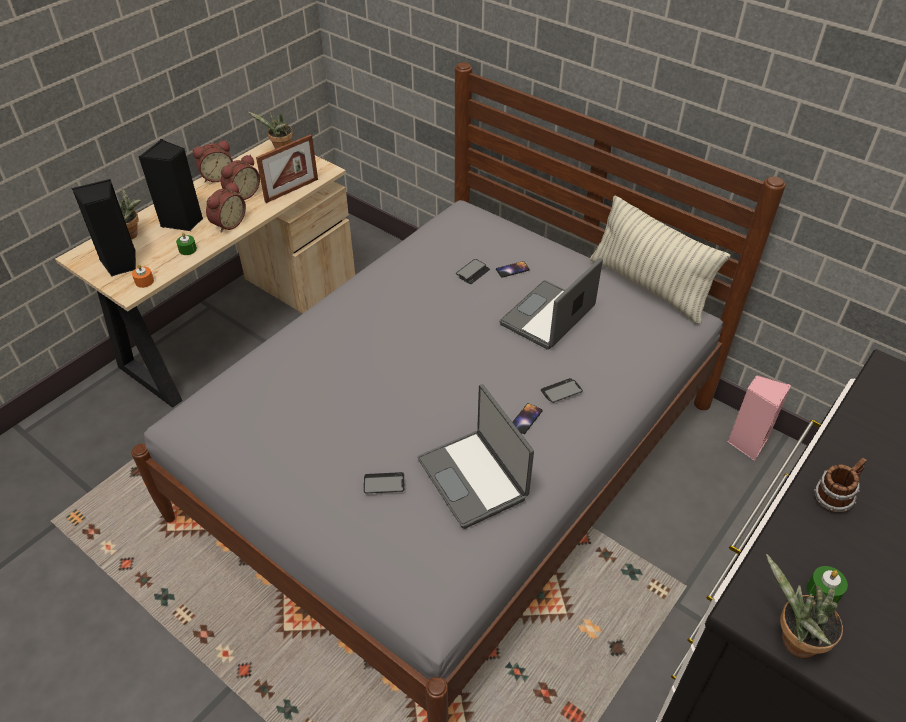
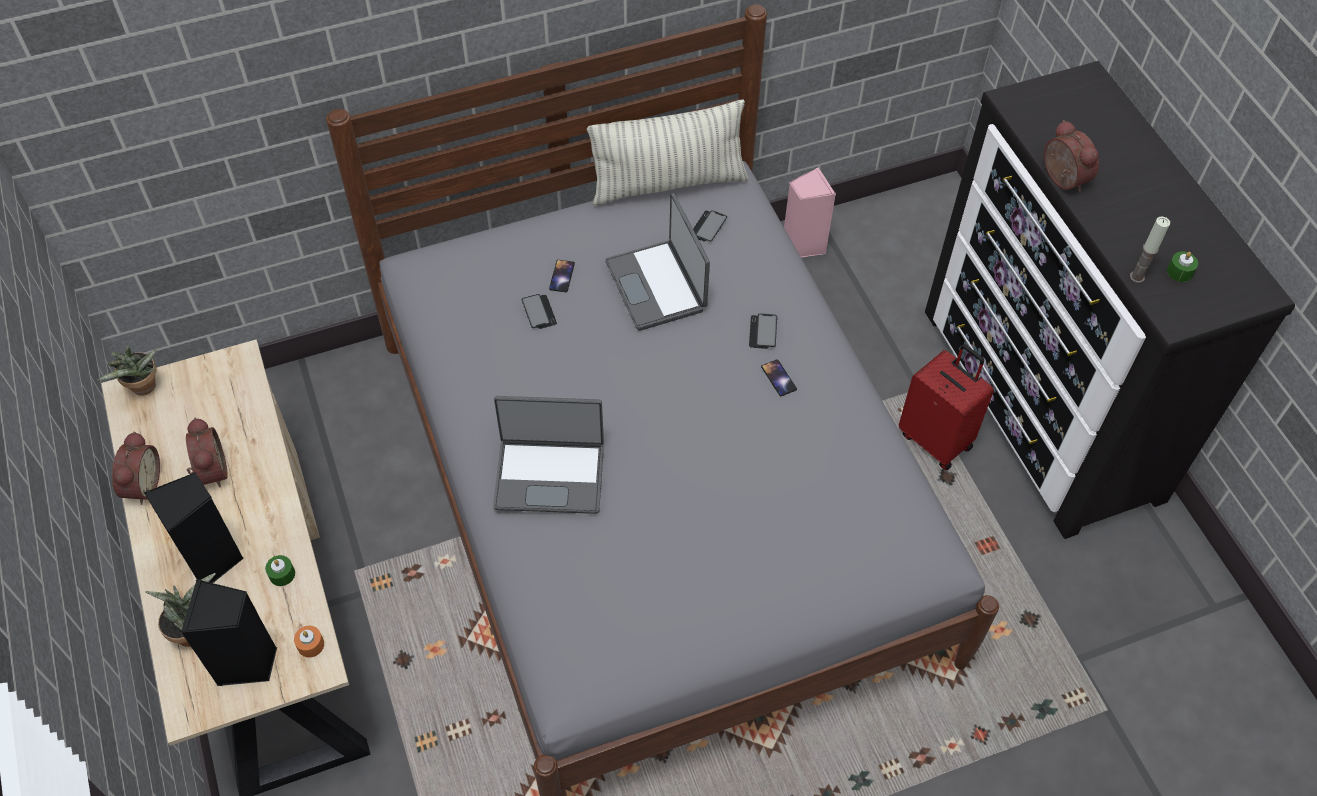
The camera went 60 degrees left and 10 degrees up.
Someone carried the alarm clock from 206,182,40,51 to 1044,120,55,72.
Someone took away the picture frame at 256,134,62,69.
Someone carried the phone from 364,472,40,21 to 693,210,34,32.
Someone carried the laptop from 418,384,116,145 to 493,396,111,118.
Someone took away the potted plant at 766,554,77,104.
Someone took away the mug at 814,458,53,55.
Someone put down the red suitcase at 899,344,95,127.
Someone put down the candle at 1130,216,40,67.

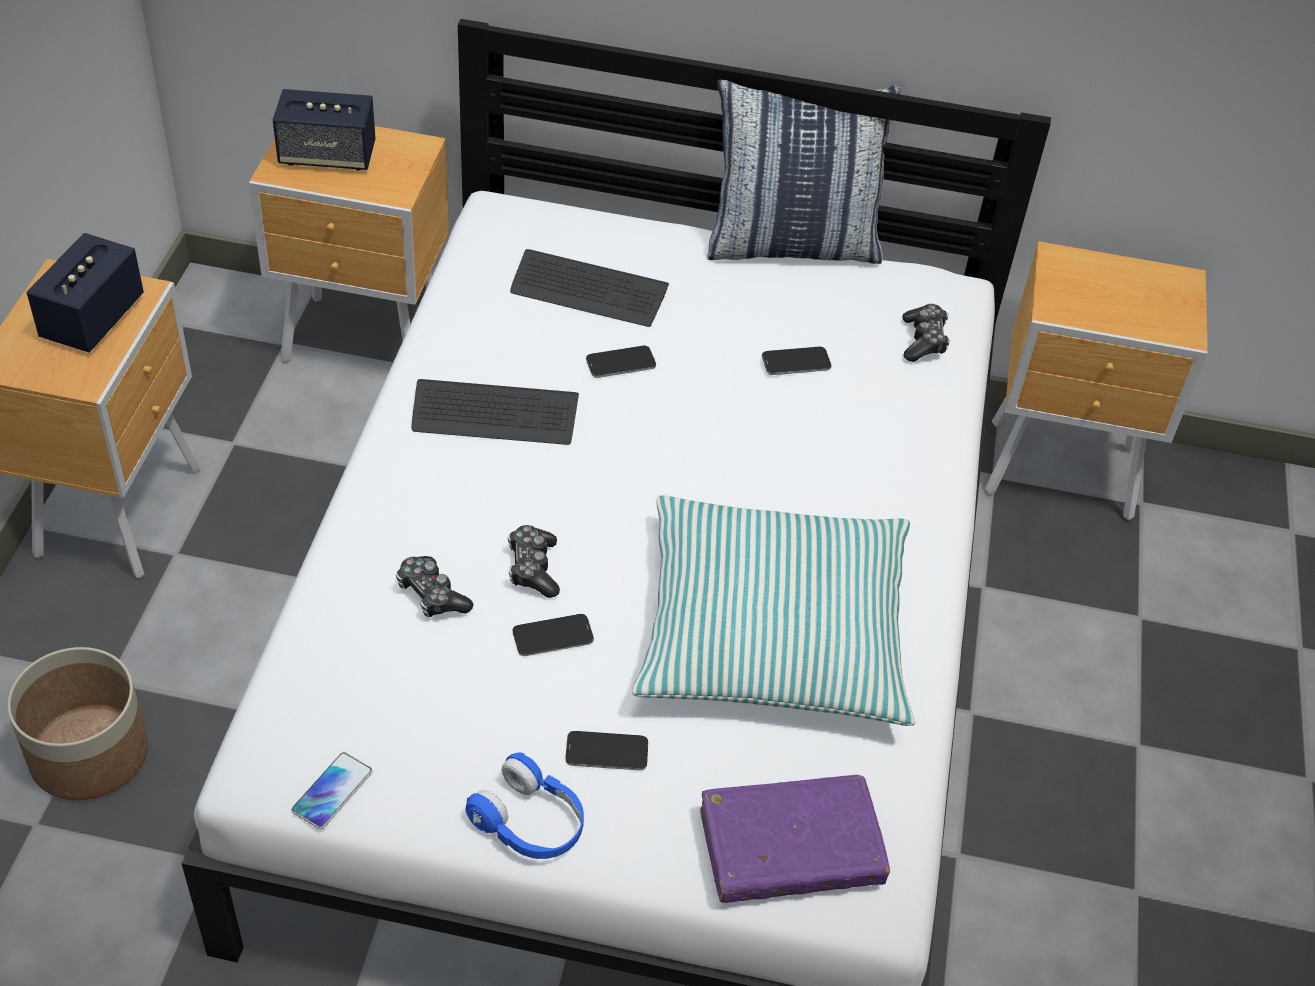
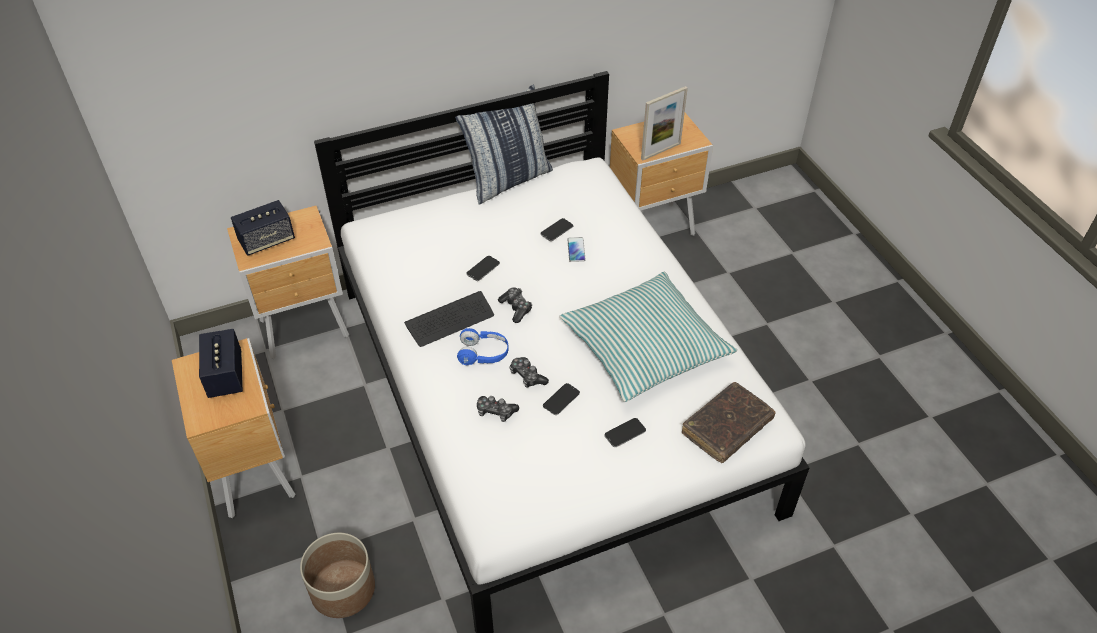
The camera went 30 degrees left and 0 degrees up.
Someone carried the phone from 291,752,82,77 to 567,237,19,25.
Someone carried the blue headphones from 466,752,118,107 to 457,328,51,37.
Someone took away the keyboard at 510,249,159,78.
Someone repainted the purple book at 700,775,190,128, which became the brown book at 682,382,94,81.
Someone carried the game controller from 902,304,48,58 to 498,287,34,36.
Someone put down the picture frame at 641,86,47,74.

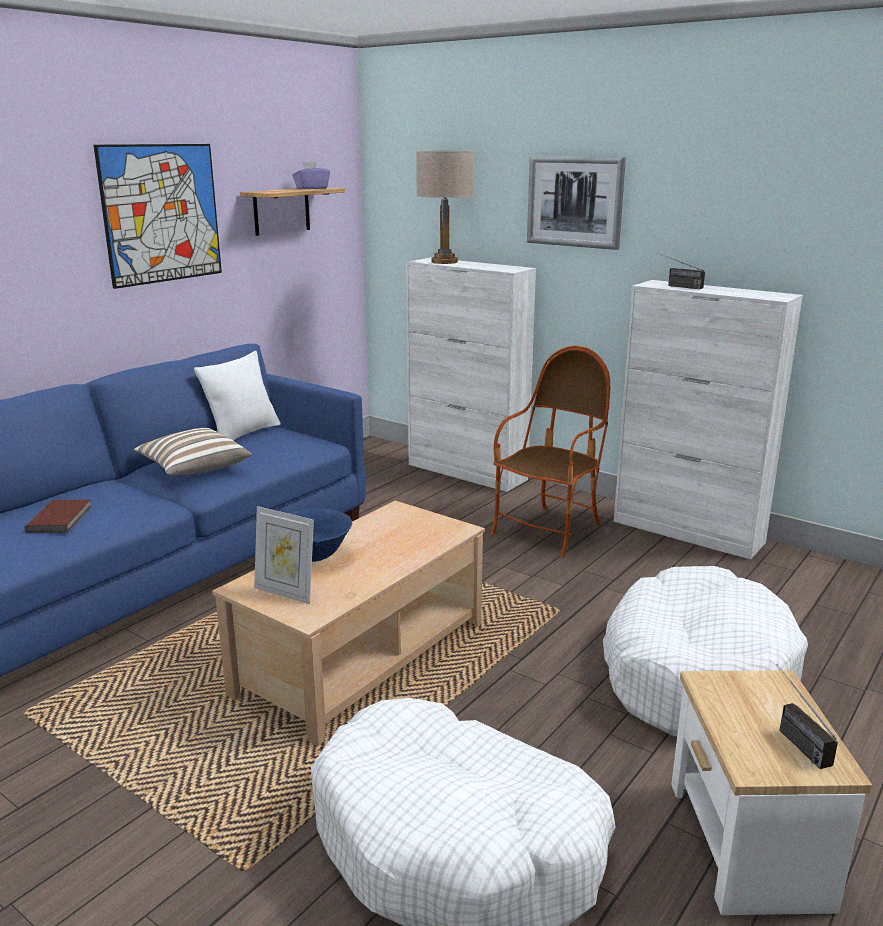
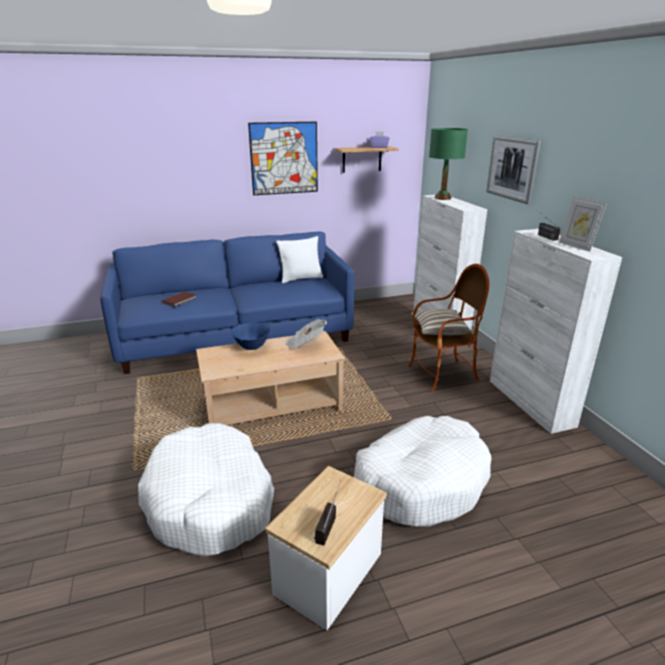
The camera went 35 degrees right and 5 degrees up.
Someone carried the pillow from 134,428,118,47 to 411,309,61,27.
Someone carried the picture frame from 254,506,60,98 to 559,196,48,56.
Someone repainted the beige table lamp at 416,151,57,113, which became the green table lamp at 429,128,39,72.
Someone put down the newspaper at 284,319,43,31.

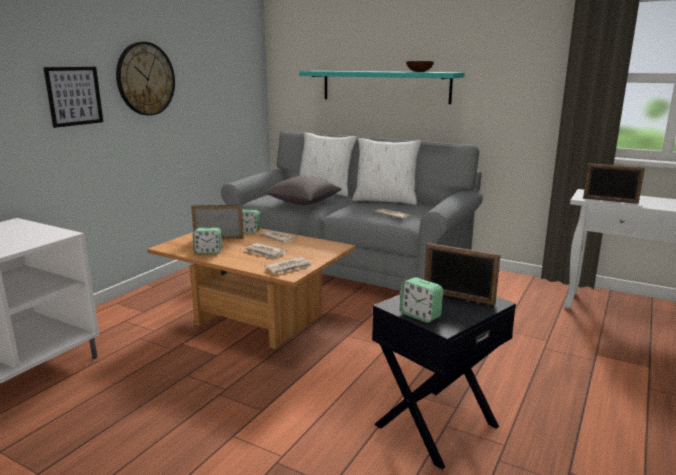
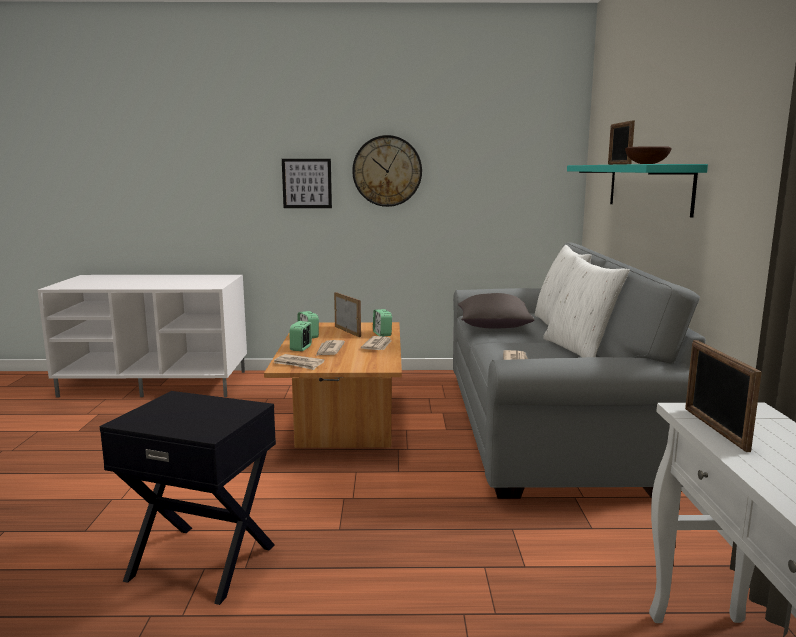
The camera went 60 degrees right and 5 degrees down.
Someone carried the alarm clock from 400,277,43,46 to 290,321,22,30.
Someone carried the picture frame from 425,243,75,62 to 608,120,27,45.

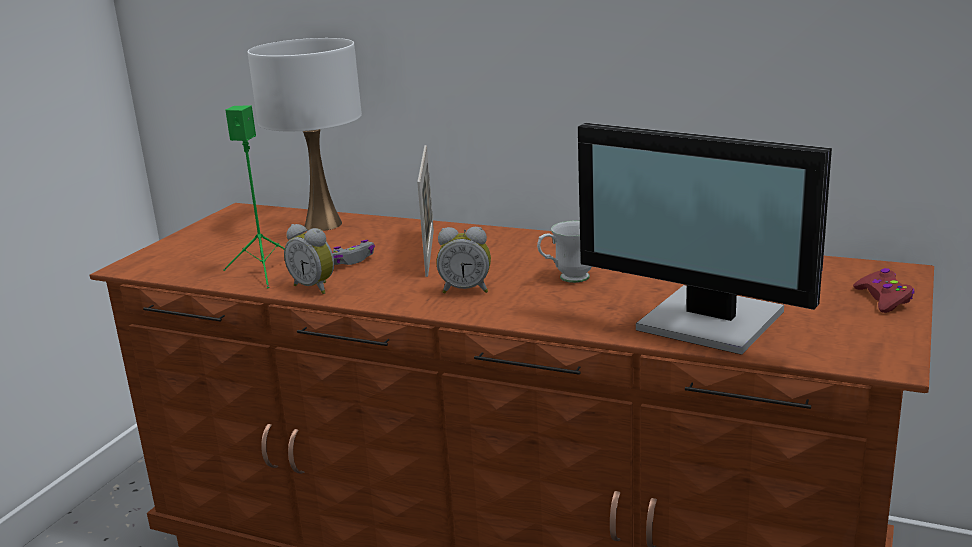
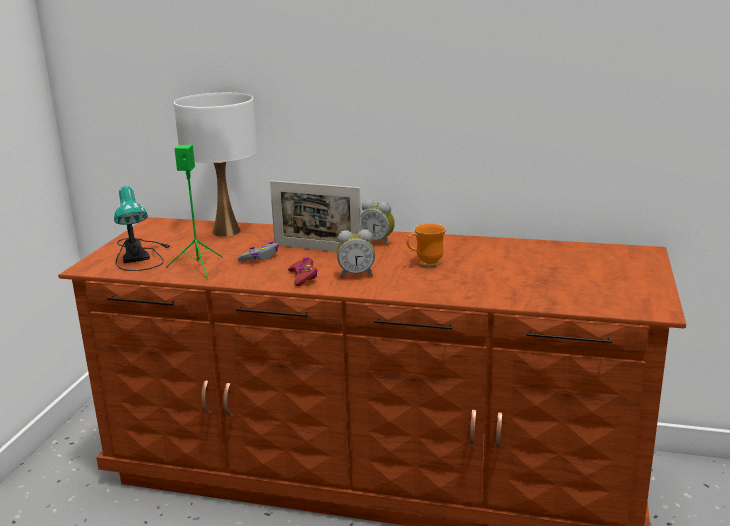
The camera went 10 degrees left and 0 degrees up.
Someone carried the alarm clock from 284,224,50,70 to 361,200,34,46.
Someone rotated the picture frame at 417,145,17,132 by 120 degrees clockwise.
Someone repainted the white mug at 537,221,55,62, which became the orange mug at 407,223,39,44.
Someone took away the monitor at 578,123,254,232.
Someone carried the red game controller from 853,268,62,45 to 288,257,30,29.
Someone put down the table lamp at 114,186,56,85.

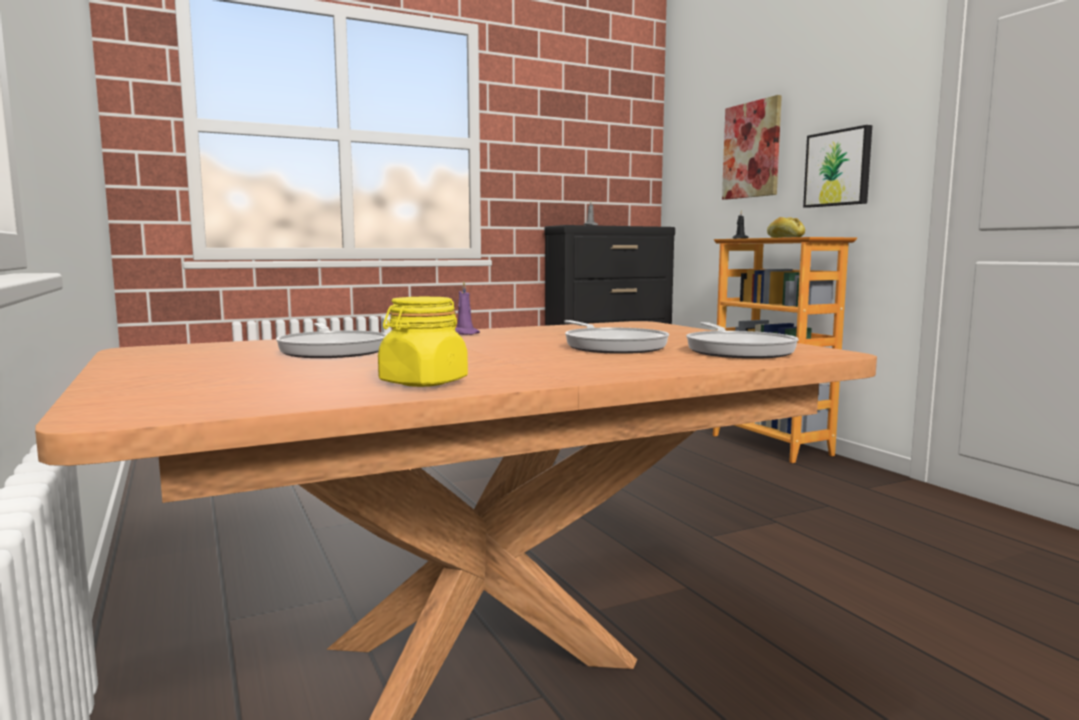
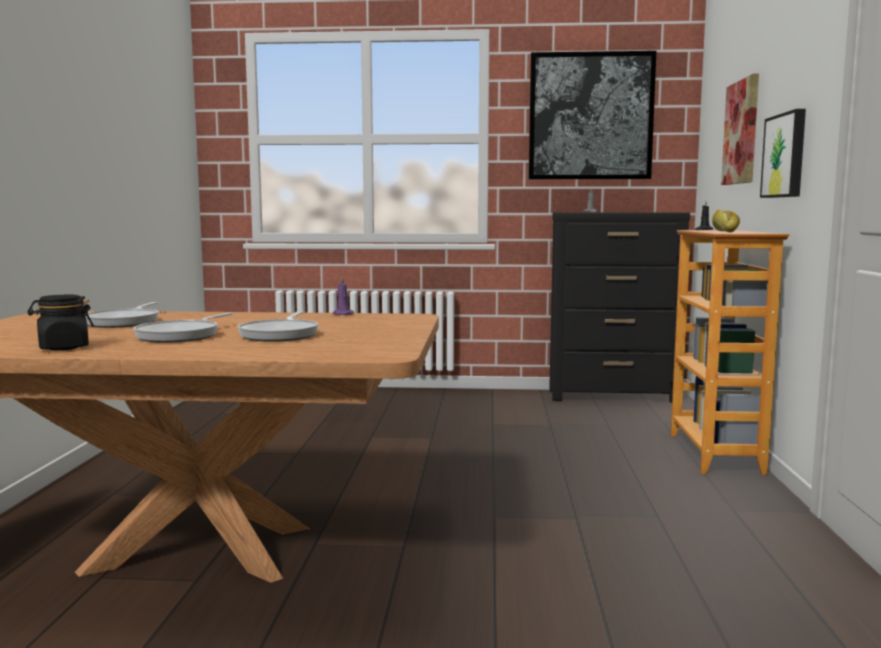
The camera went 30 degrees right and 0 degrees up.
Someone repainted the yellow jar at 378,297,90,90, which became the black jar at 28,294,66,56.
Someone carried the purple candle from 455,281,25,54 to 333,276,21,39.
Someone carried the frying pan from 686,322,113,37 to 133,313,100,30.
Someone put up the picture at 529,51,128,128.

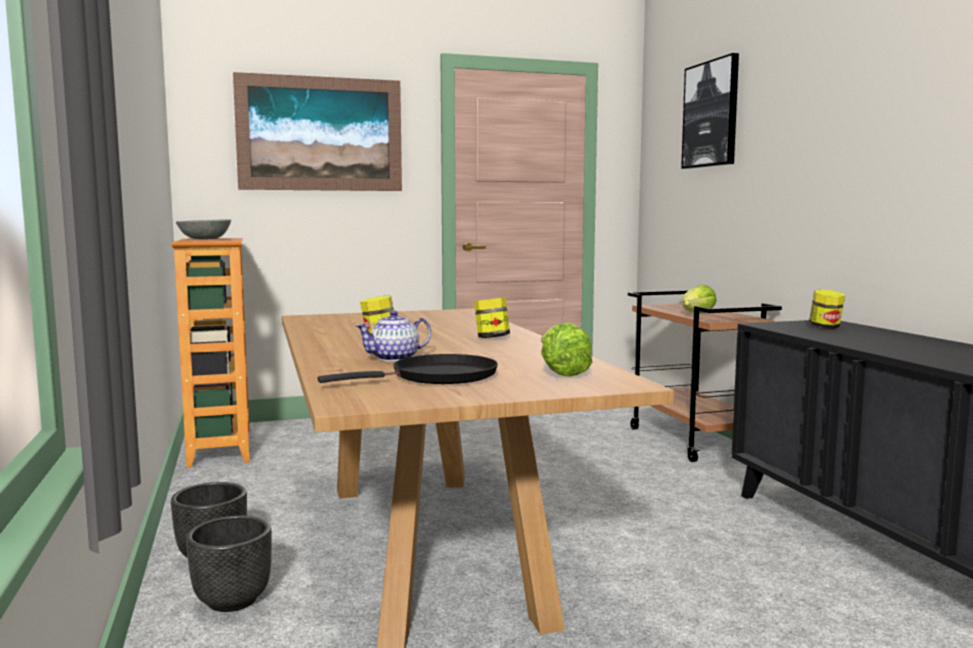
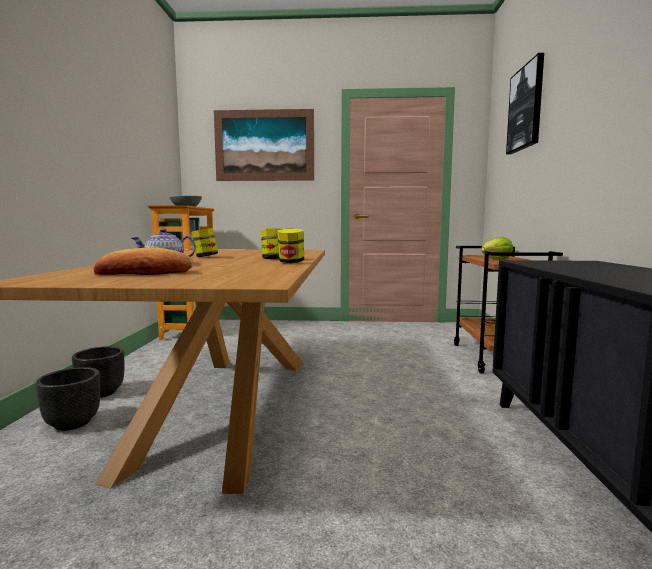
The camera went 20 degrees right and 0 degrees up.
Someone swapped the black frying pan at 318,354,180,30 for the bread at 94,248,99,27.
Someone took away the lettuce at 541,322,51,55.
Someone carried the jar from 809,289,36,40 to 277,228,27,35.

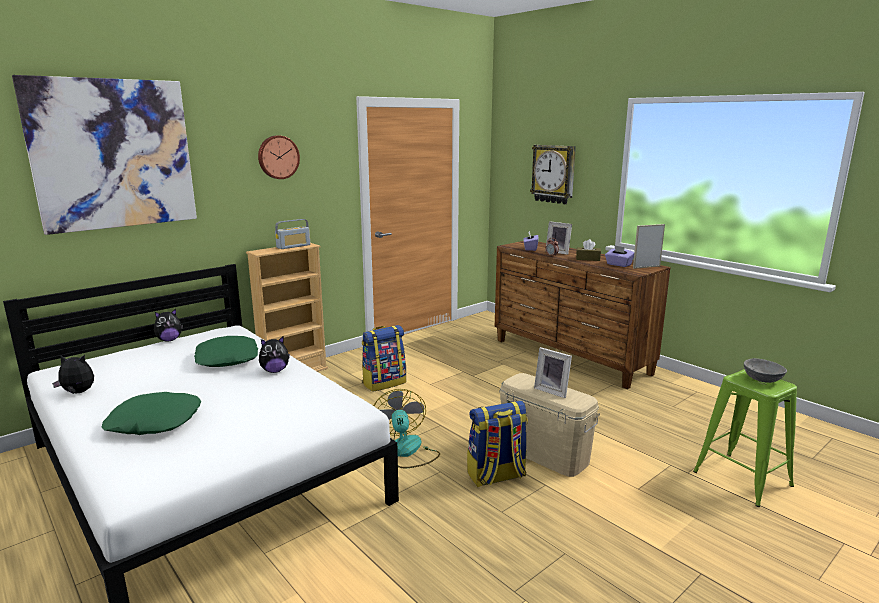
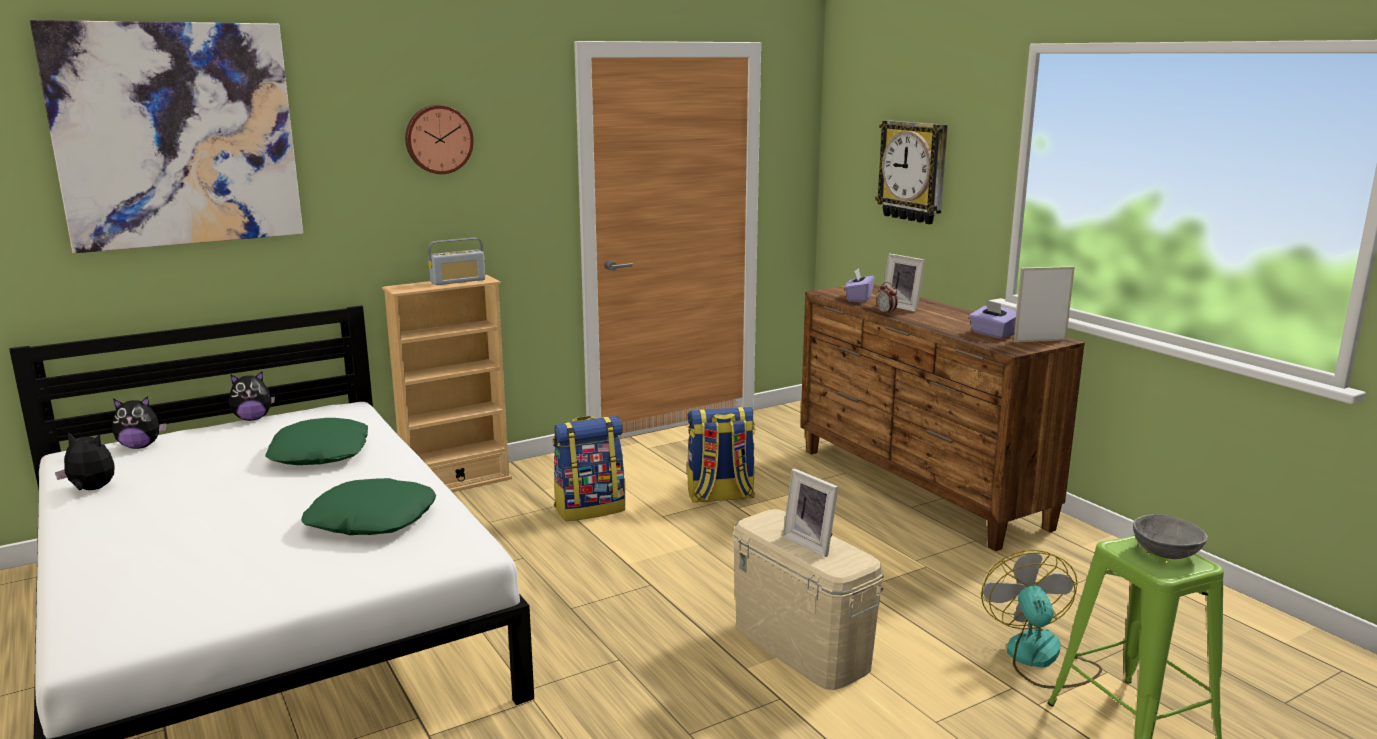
The camera went 10 degrees right and 0 degrees up.
Someone carried the green pillow from 102,392,99,43 to 301,478,135,57.
Someone carried the plush toy from 259,337,31,36 to 113,396,54,53.
Someone carried the fan from 373,389,67,79 to 981,550,121,139.
Someone carried the backpack from 467,401,61,86 to 687,407,68,96.
Someone took away the brown tissue box at 576,239,25,22.

